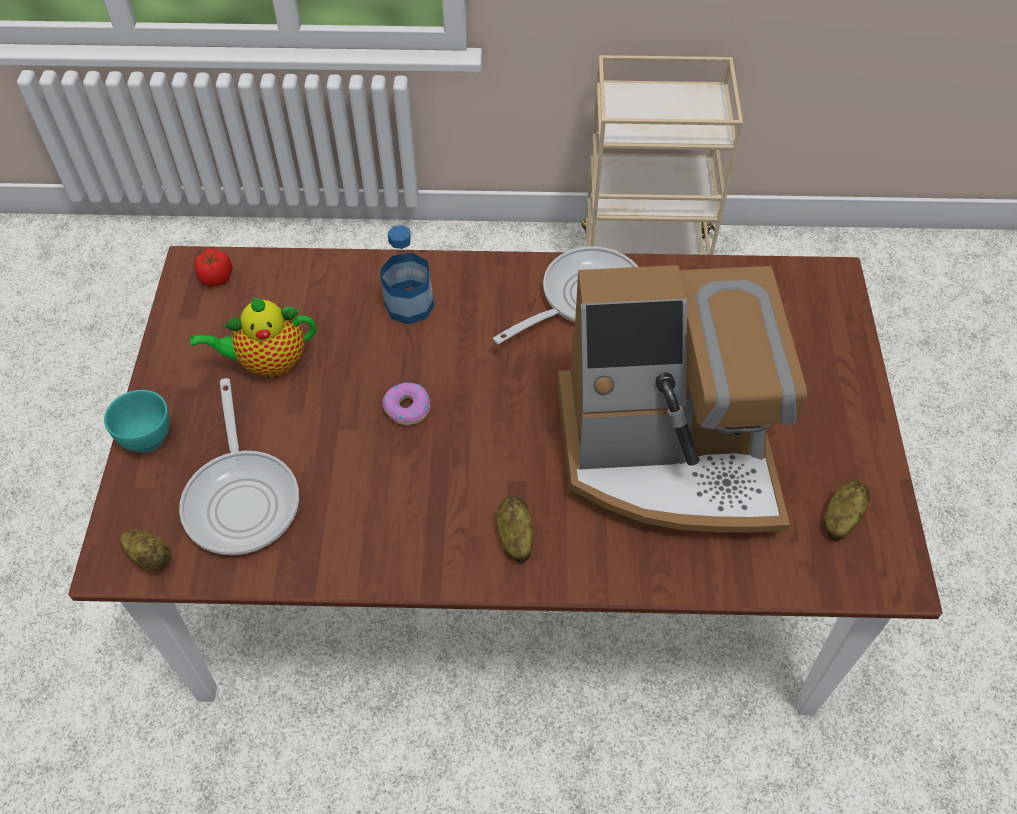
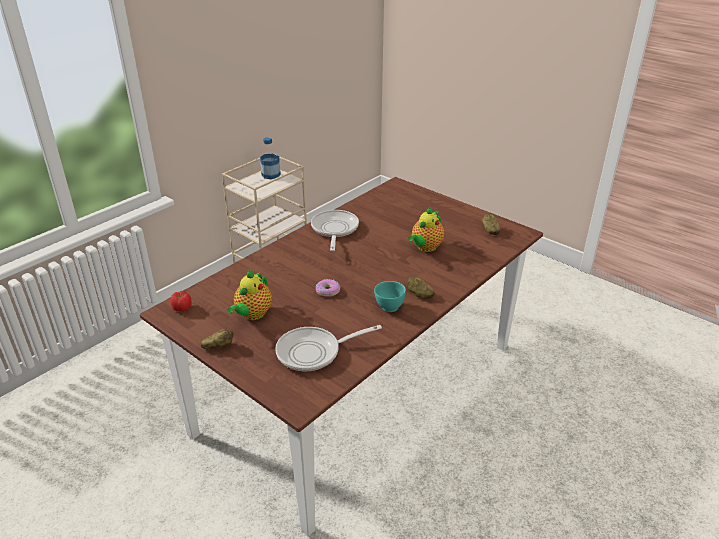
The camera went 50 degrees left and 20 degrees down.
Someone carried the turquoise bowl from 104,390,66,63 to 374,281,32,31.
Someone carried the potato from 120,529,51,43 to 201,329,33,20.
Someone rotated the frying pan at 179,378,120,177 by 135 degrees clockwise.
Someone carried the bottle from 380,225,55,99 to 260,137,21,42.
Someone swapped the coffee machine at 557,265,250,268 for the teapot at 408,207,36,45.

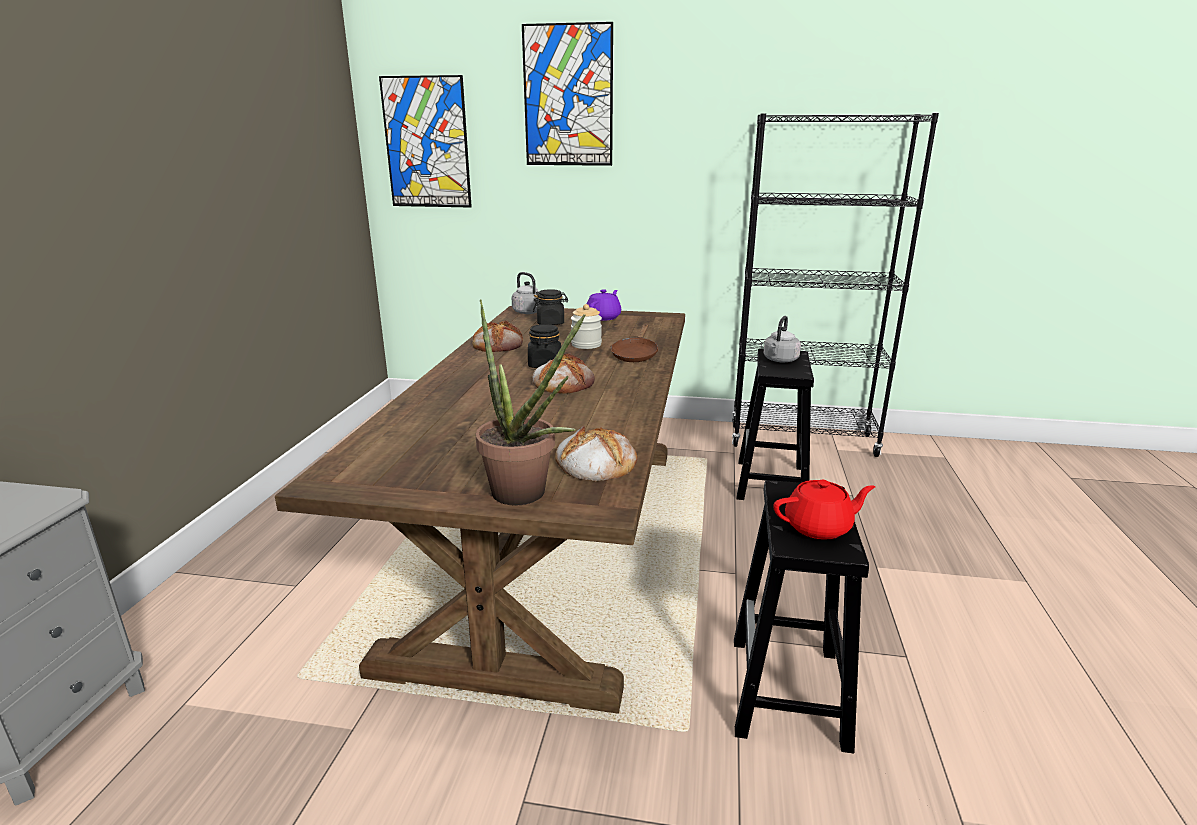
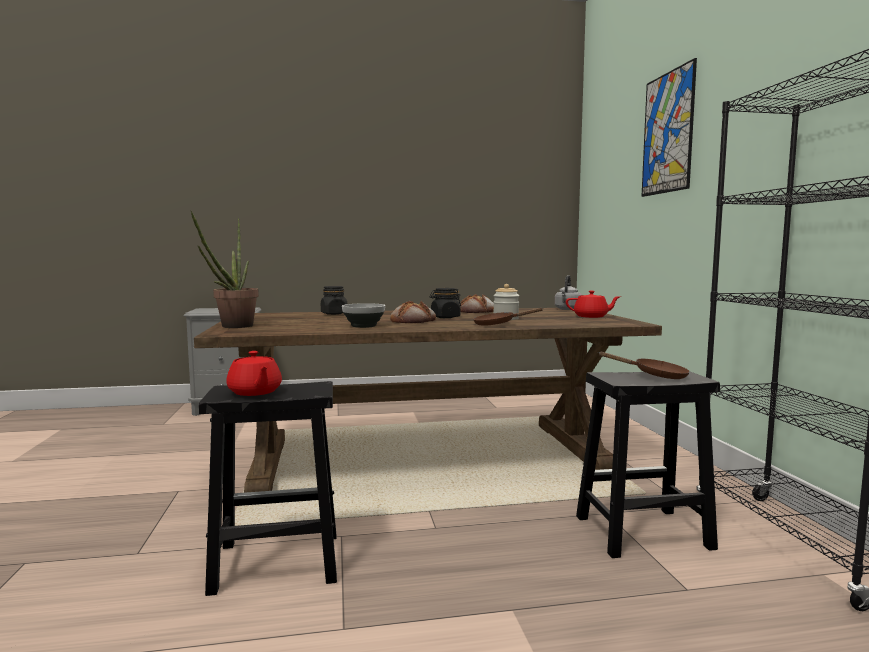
The camera went 70 degrees right and 15 degrees down.
Someone took away the picture at 379,75,93,133.
Someone carried the black jar from 533,289,35,36 to 321,286,26,29.
Someone took away the bread at 555,426,82,55.
Someone repainted the purple teapot at 587,289,34,32, which became the red teapot at 566,291,55,27.
Someone swapped the grey kettle at 764,316,37,46 for the brown frying pan at 598,352,92,27.
Someone put down the bowl at 342,303,43,25.

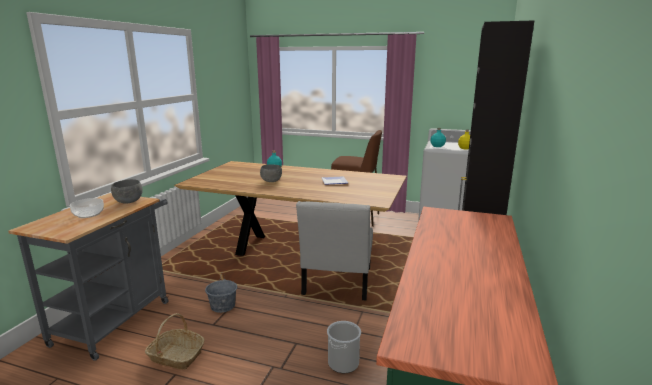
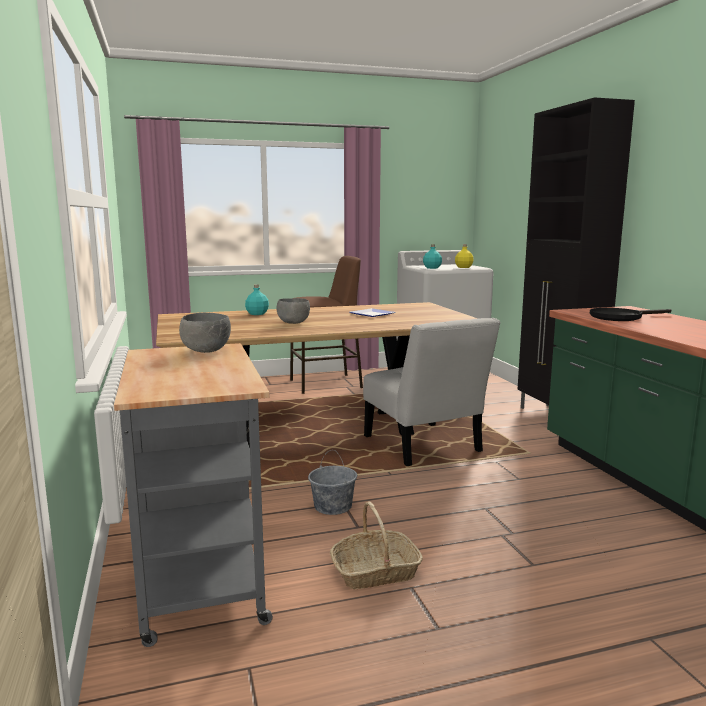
The camera went 35 degrees left and 5 degrees down.
Someone took away the bowl at 69,198,35,20.
Someone took away the bucket at 327,321,34,52.
Someone put down the black frying pan at 590,308,81,13.

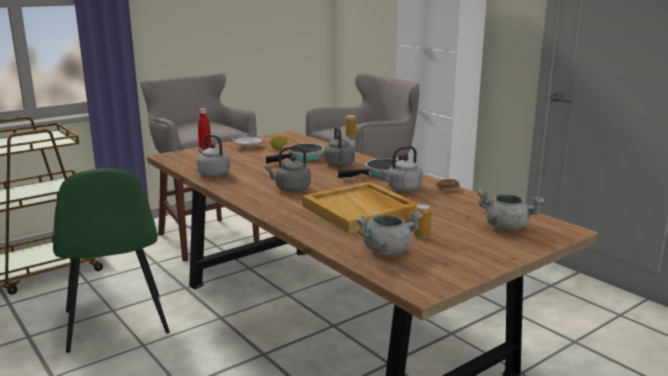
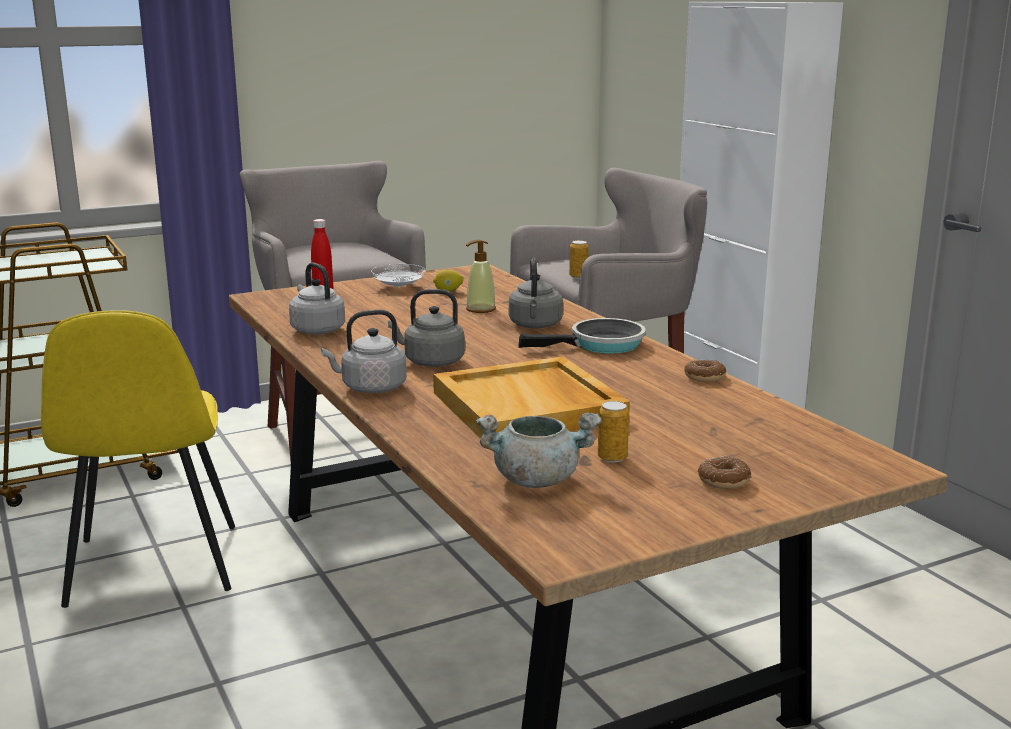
The camera went 10 degrees right and 0 degrees up.
Someone repainted the green chair at 53,168,117,185, which became the yellow chair at 41,310,194,298.
Someone swapped the frying pan at 266,143,59,20 for the soap dispenser at 466,240,30,73.
Someone carried the grey kettle from 379,146,44,45 to 321,310,86,83.
Someone took away the grey cooking pot at 477,189,68,41.
Someone put down the donut at 697,457,54,32.

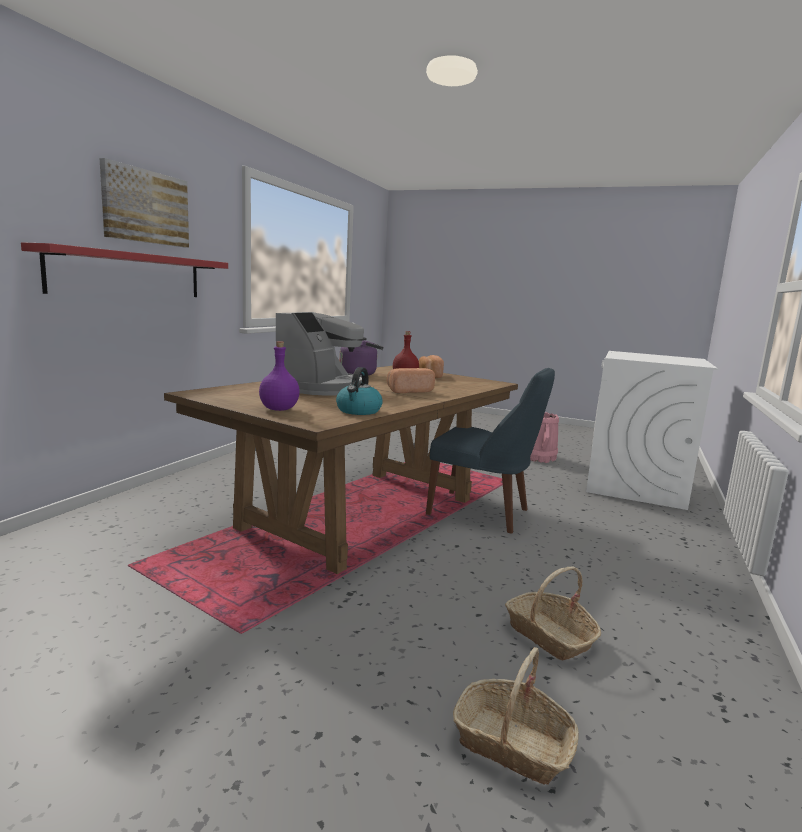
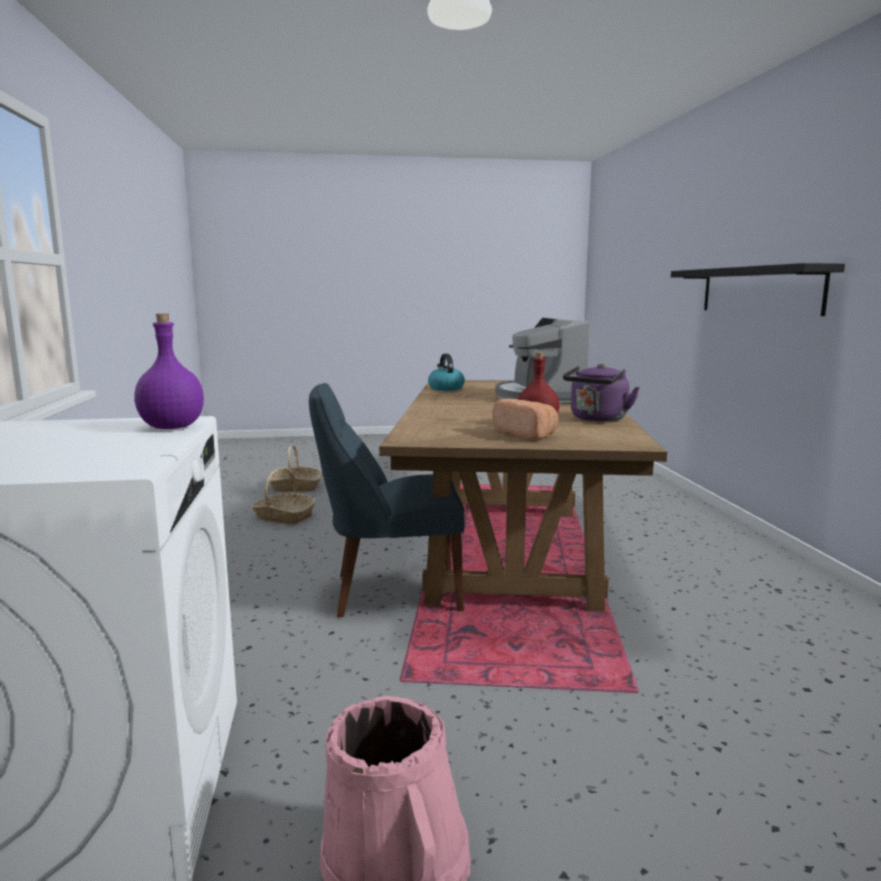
The camera went 150 degrees right and 0 degrees up.
Someone repainted the red shelf at 21,242,207,55, which became the black shelf at 671,263,174,53.
Someone took away the picture at 100,158,89,90.
Someone carried the purple bottle from 259,341,41,70 to 134,313,70,116.
Someone took away the bread at 387,368,48,25.

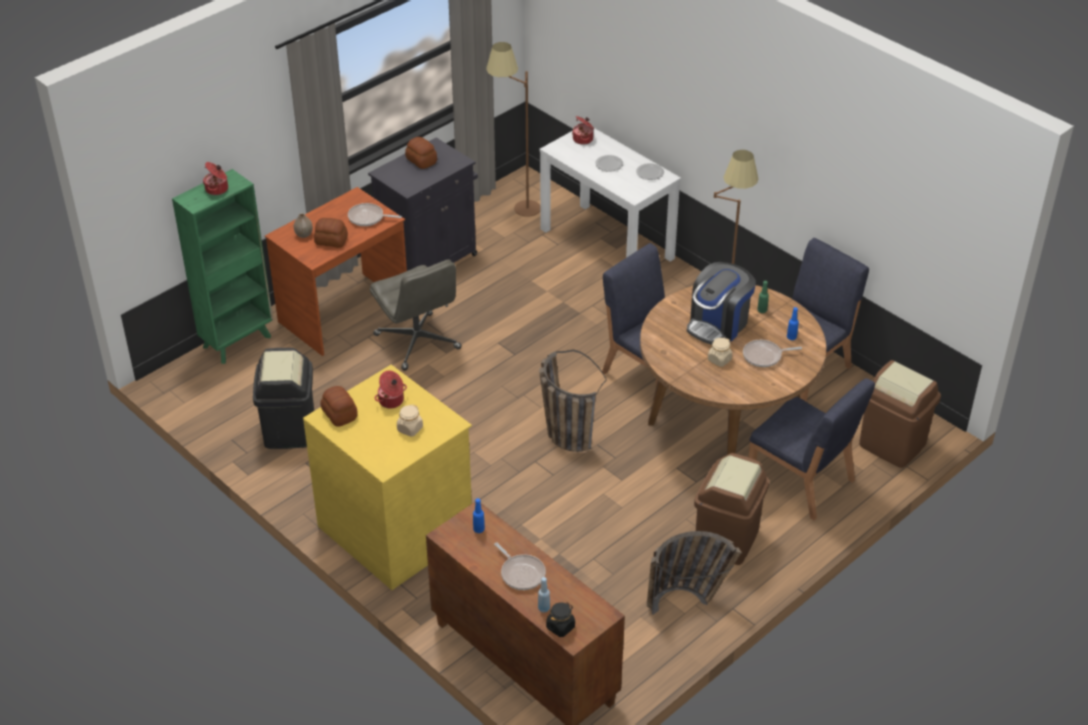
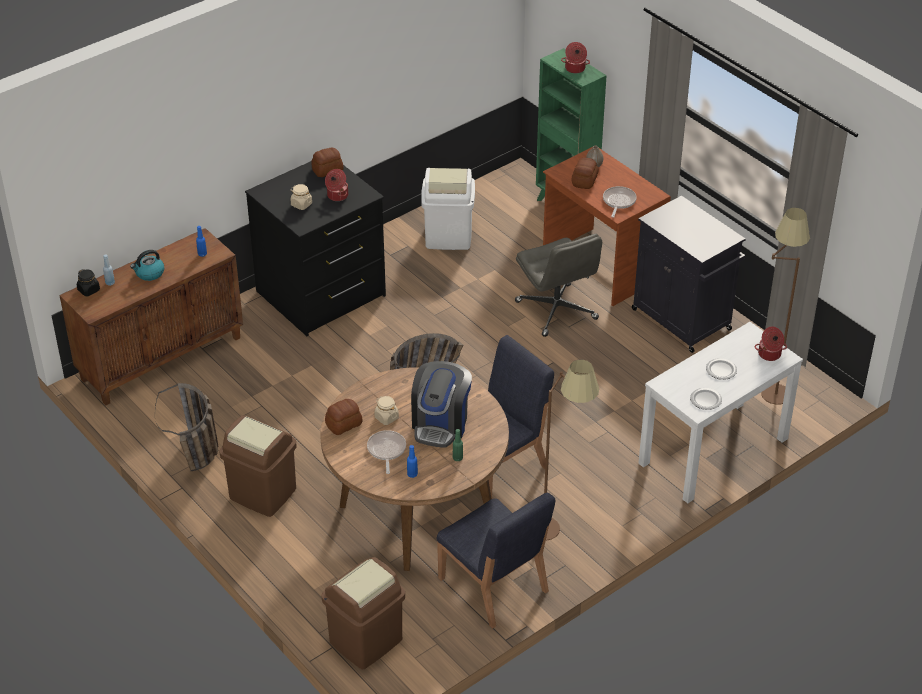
The camera went 95 degrees right and 0 degrees up.
Someone repainted the black trash can at 253,348,61,101, which became the white trash can at 421,168,54,82.
Someone repainted the yellow dresser at 303,365,169,225, which became the black dresser at 245,161,141,175.
Someone rotated the grey office chair at 370,259,92,112 by 90 degrees counterclockwise.
Someone carried the bread from 405,137,32,32 to 325,399,38,36.
Someone swapped the frying pan at 494,542,52,48 for the kettle at 130,250,34,31.
Someone rotated the coffee machine at 687,262,69,82 by 120 degrees counterclockwise.
Someone took away the blue chair at 749,378,126,142.

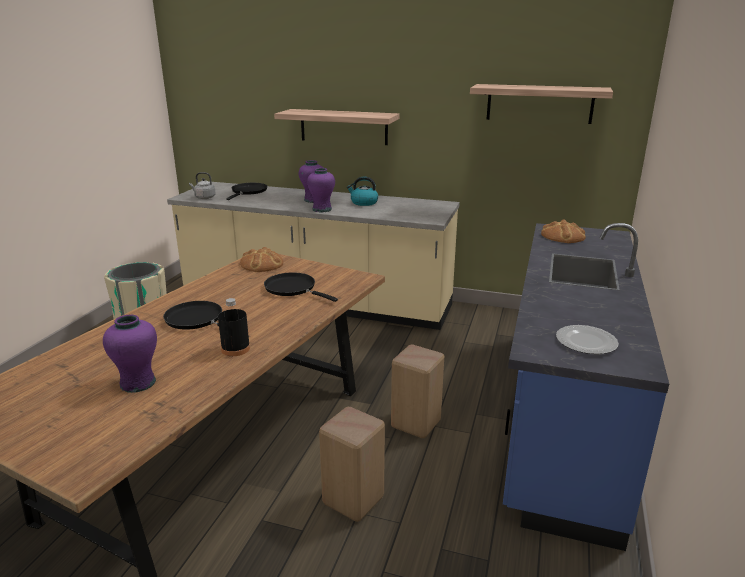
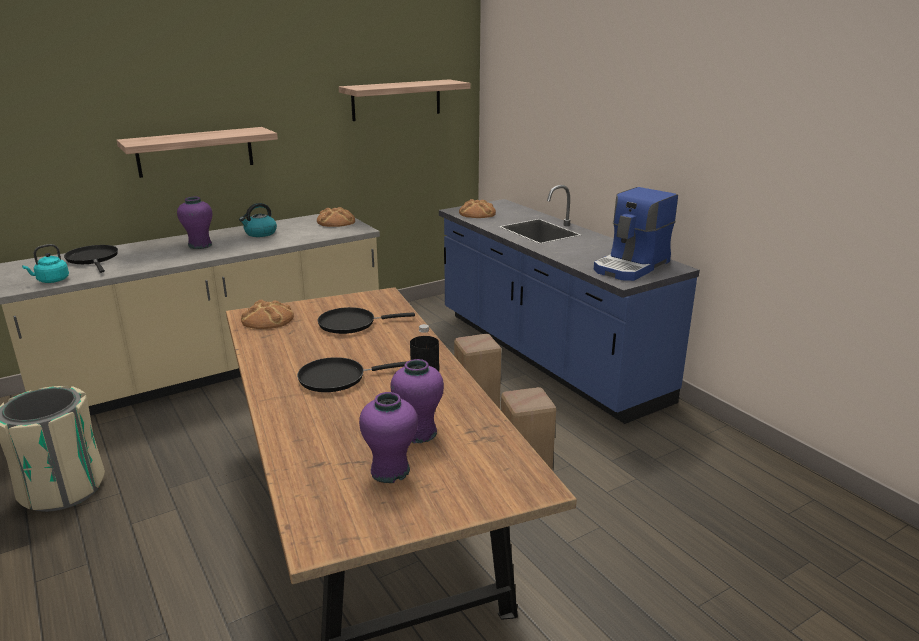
The camera went 50 degrees left and 0 degrees up.
Someone repainted the grey kettle at 189,172,27,27, which became the turquoise kettle at 22,244,47,39.
Someone carried the purple vase from 307,168,28,44 to 359,392,59,91.
Someone swapped the plate at 556,325,63,29 for the coffee machine at 594,187,84,94.
Someone put down the bread at 317,207,38,20.

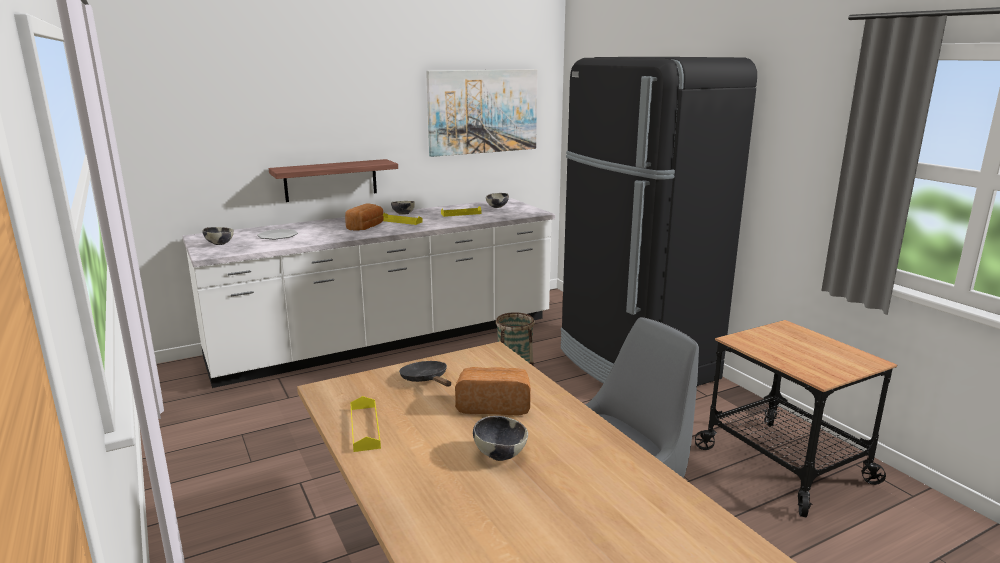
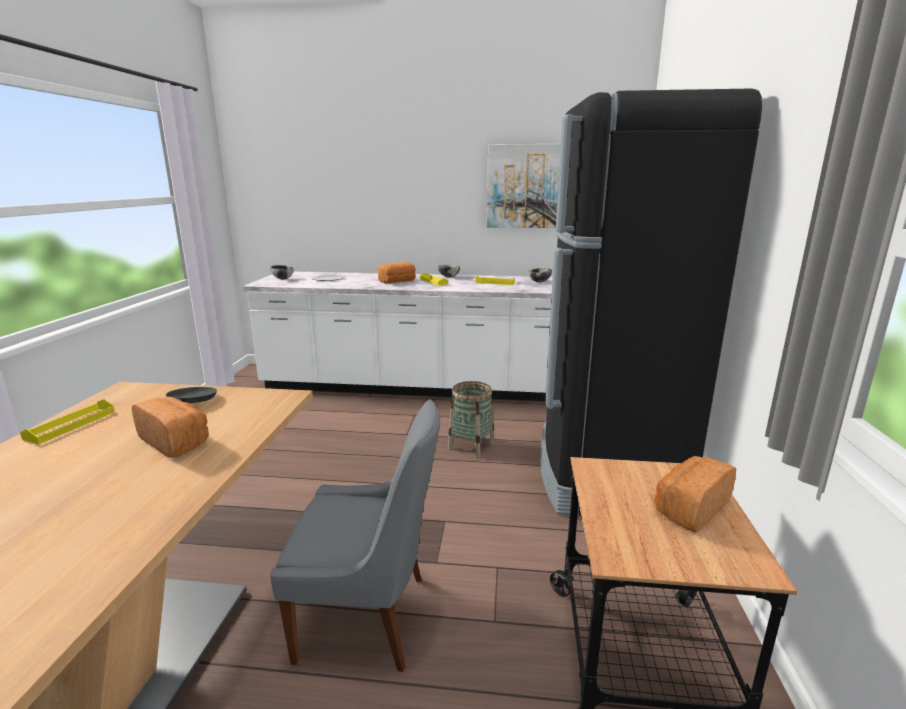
The camera went 35 degrees right and 0 degrees up.
Someone took away the shelf at 269,159,129,43.
Someone took away the bowl at 473,416,55,45.
Someone put down the bread at 655,456,81,77.

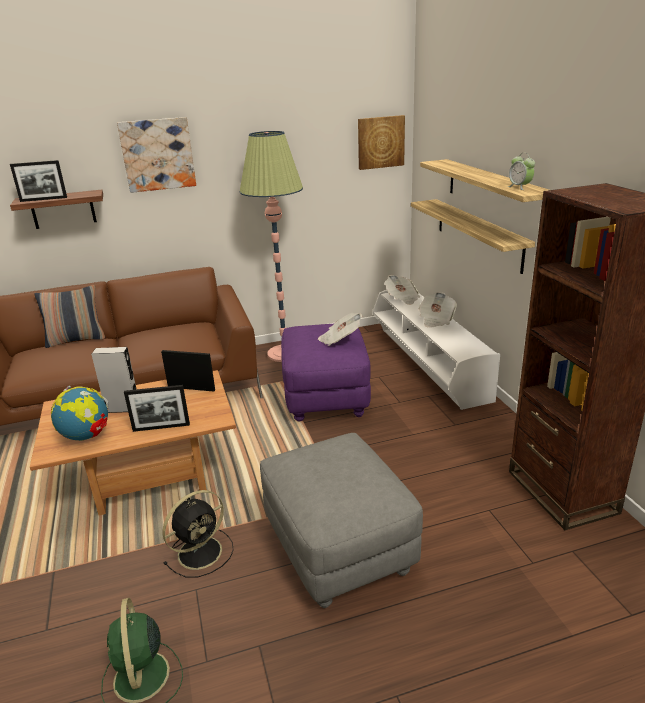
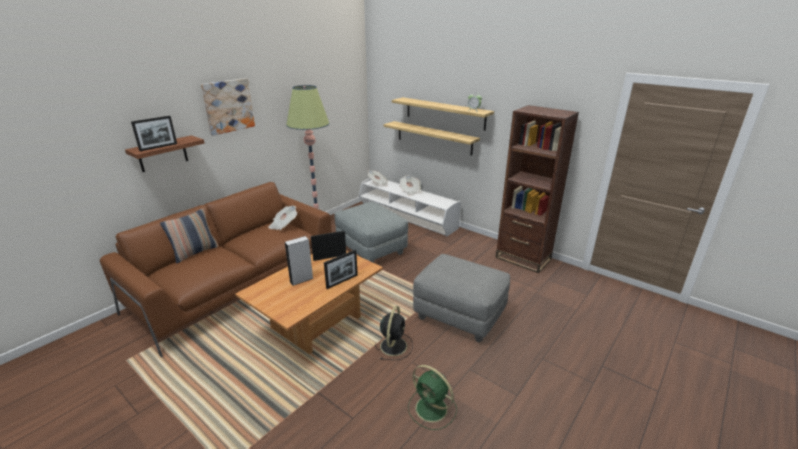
The camera went 35 degrees left and 0 degrees up.
Someone took away the globe at 51,386,58,55.
Someone repainted the purple ottoman at 281,324,90,97, which became the grey ottoman at 334,202,74,60.
Someone carried the newspaper from 318,313,45,33 to 268,206,29,24.
Someone took away the picture at 358,115,47,55.

